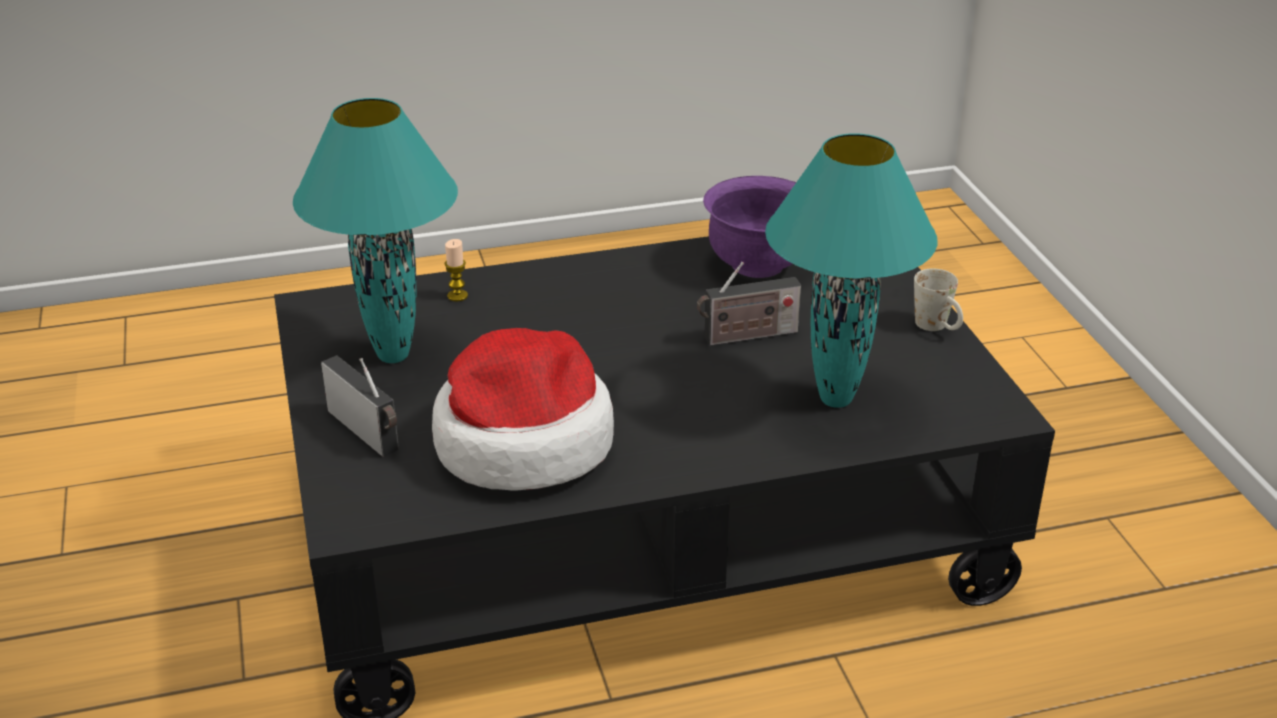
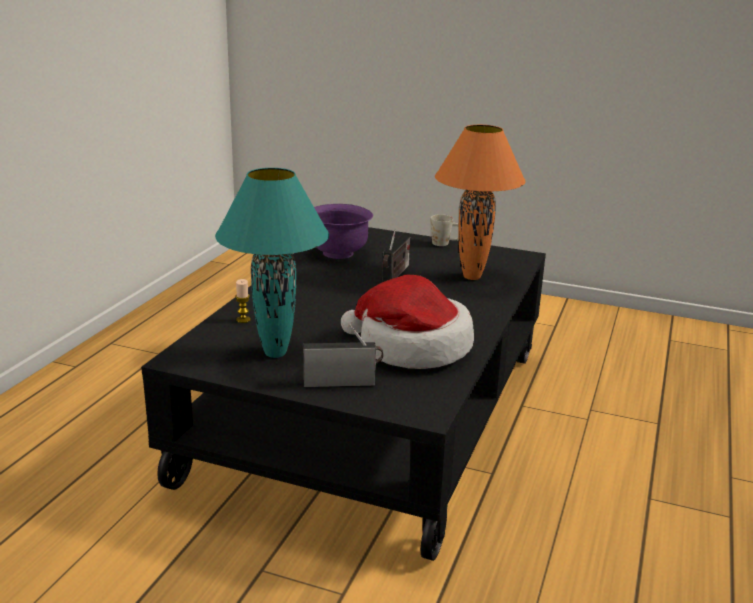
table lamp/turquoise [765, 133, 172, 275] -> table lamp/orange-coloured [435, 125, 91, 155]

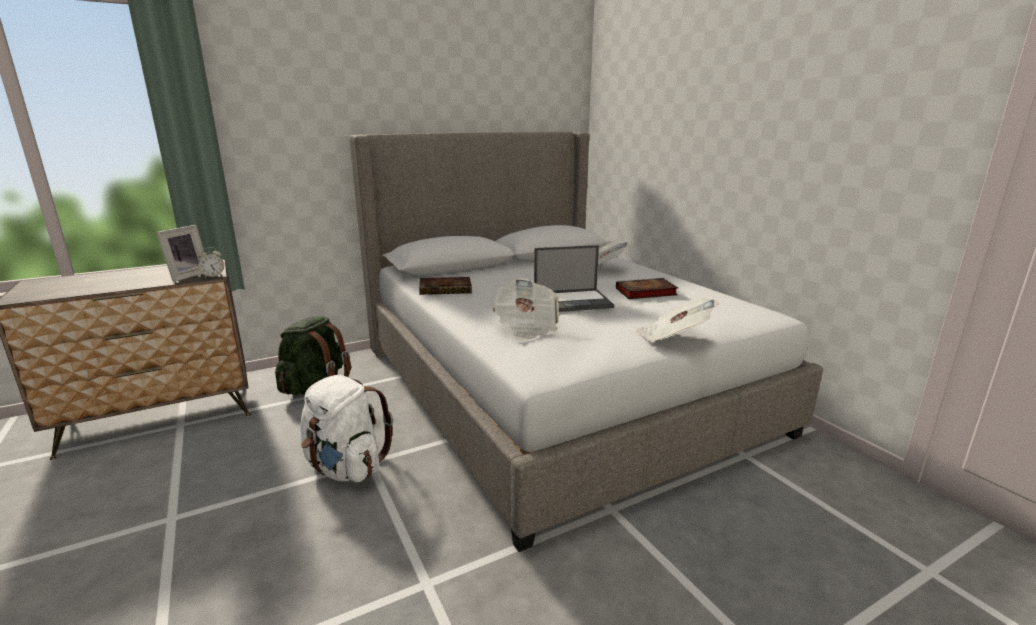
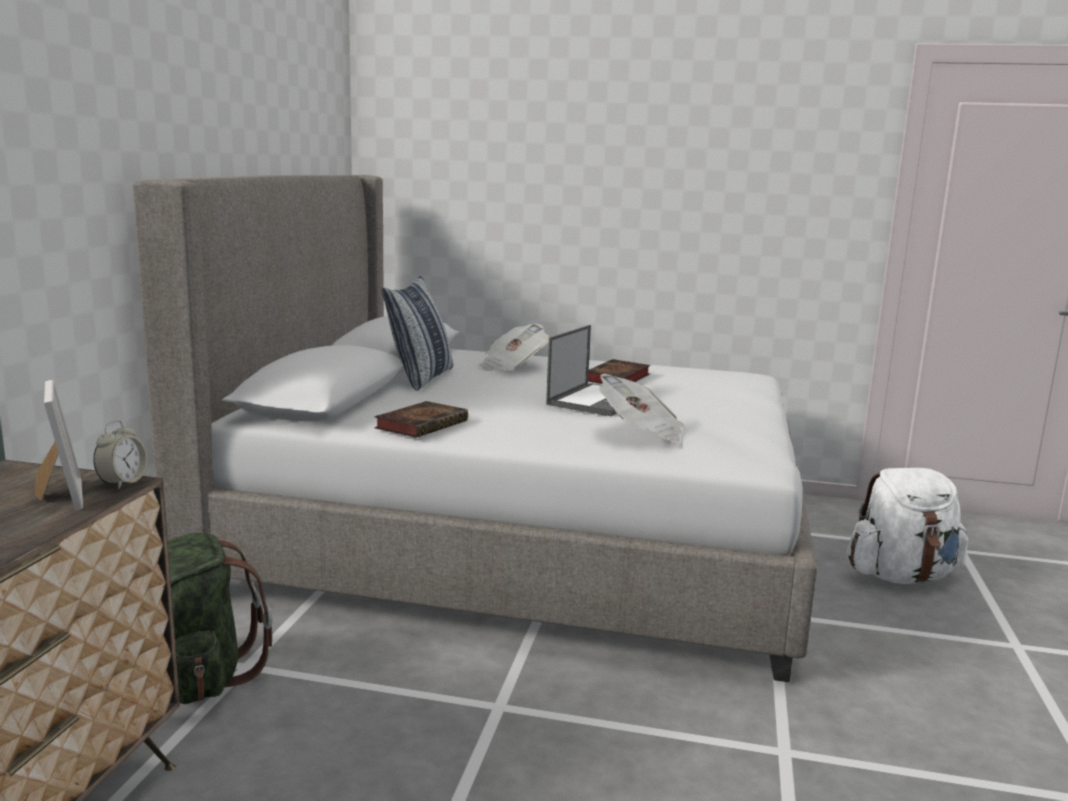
printed paper [636, 298, 83, 45] -> none
none -> cushion [381, 276, 72, 115]
backpack/white [300, 375, 93, 107] -> backpack/white [847, 468, 121, 116], moved

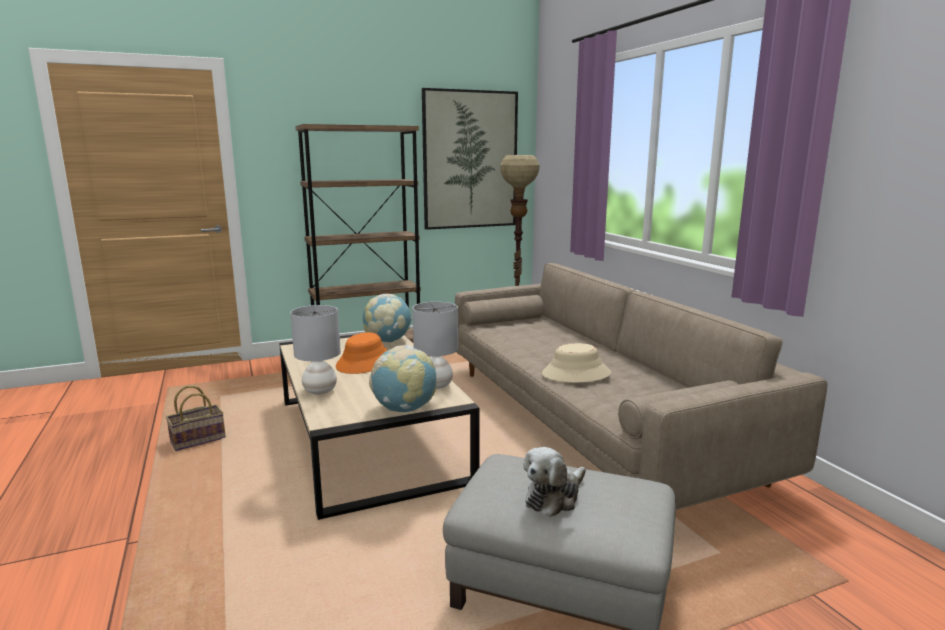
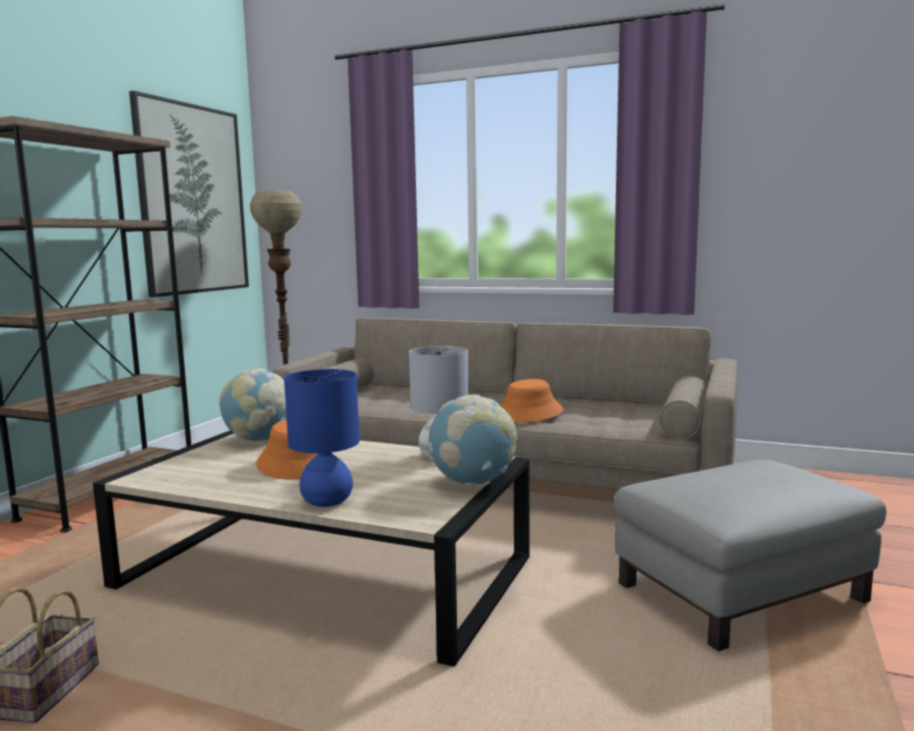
plush toy [523, 447, 63, 70] -> none
table lamp/greyish [290, 305, 51, 89] -> table lamp/blue [284, 369, 75, 138]
clothing hat/sand-coloured [542, 343, 69, 40] -> clothing hat/orange-coloured [501, 379, 62, 44]

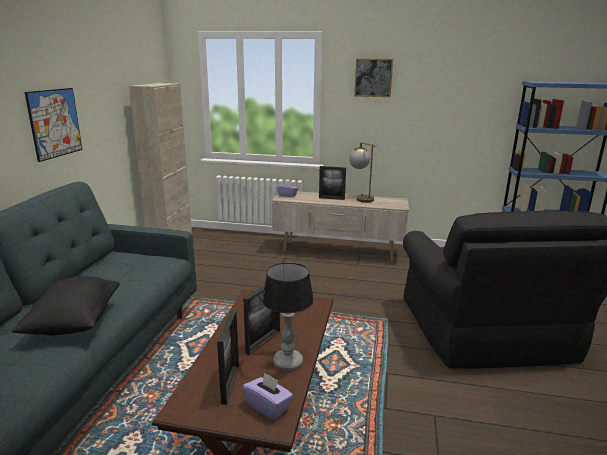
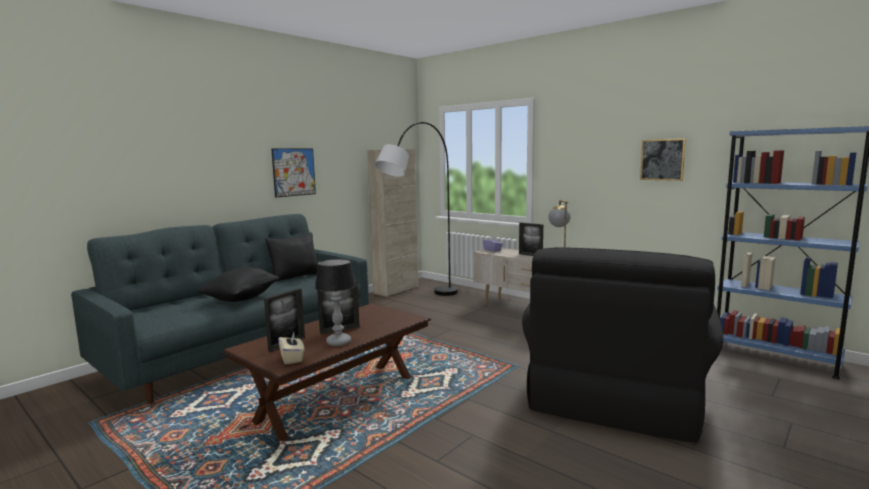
none -> cushion/blackish [265, 232, 53, 50]
none -> standard lamp/greyish [375, 122, 83, 174]
wall picture [354, 58, 39, 39] -> wall picture [640, 139, 46, 42], moved
tissue box/purple-coloured [243, 372, 50, 48] -> tissue box/sand-coloured [278, 332, 26, 32]

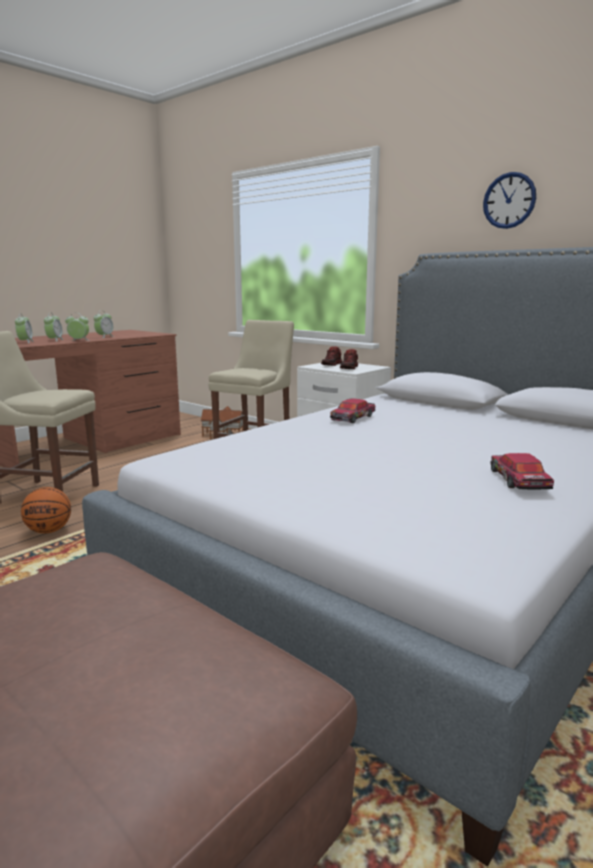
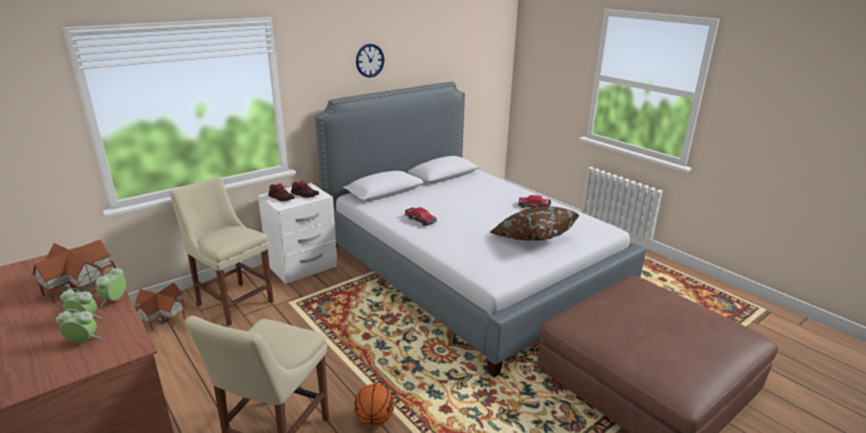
none -> cushion/brown-coloured [490, 206, 90, 35]
table clock [94, 310, 20, 28] -> toy house [32, 240, 80, 63]

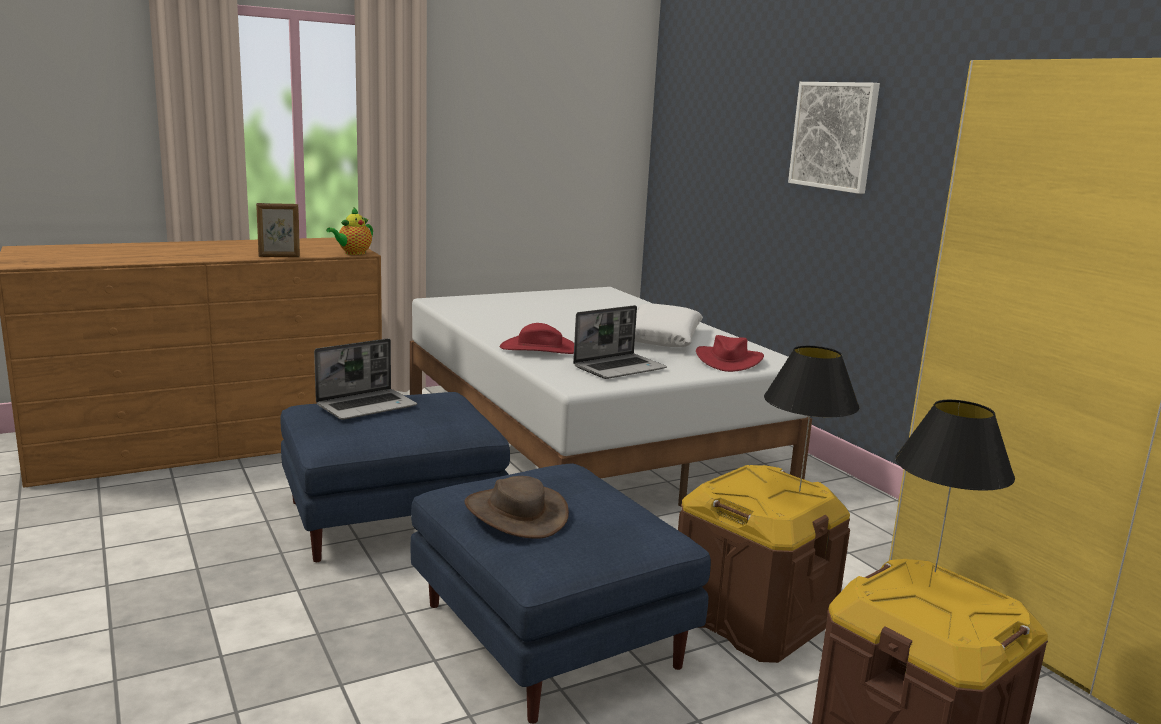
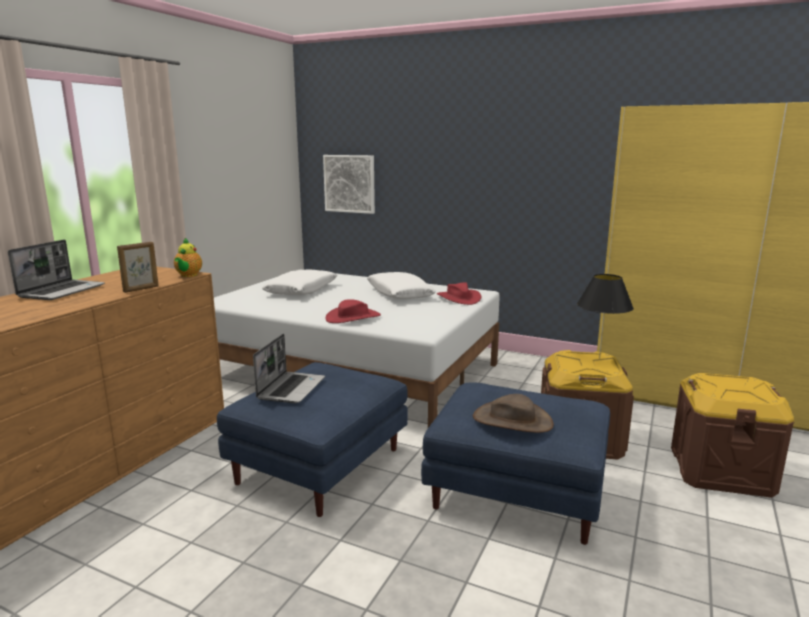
table lamp/blackish [895, 400, 120, 172] -> none
none -> cushion/white [262, 269, 75, 26]
portable computer [573, 305, 94, 74] -> portable computer [8, 240, 97, 60], moved
wall picture [788, 82, 92, 112] -> wall picture [323, 155, 52, 59], moved

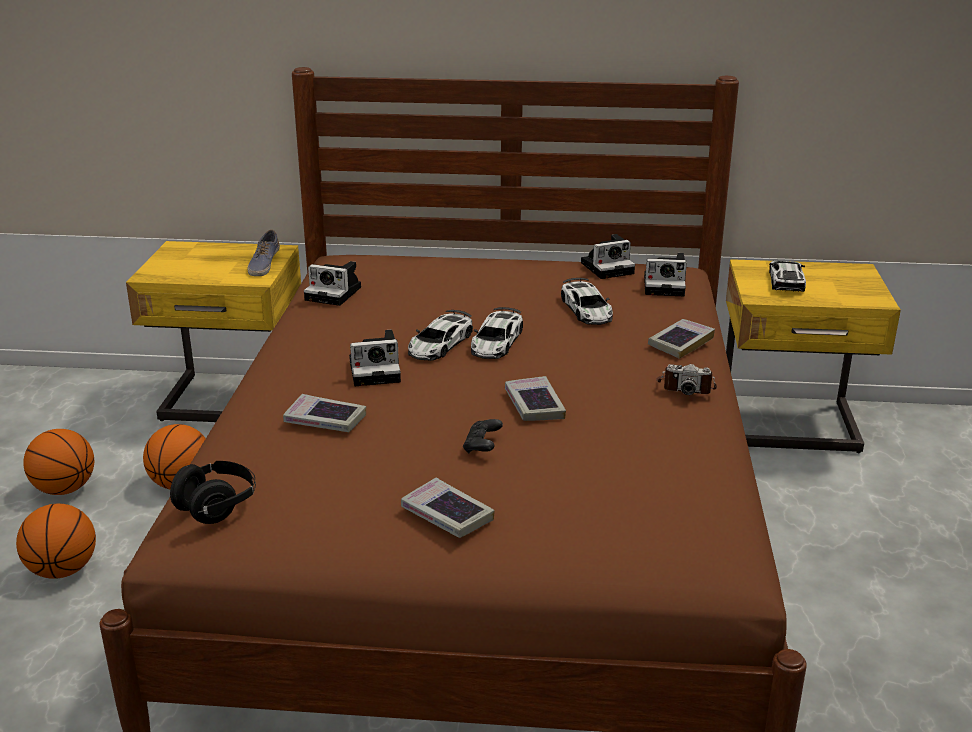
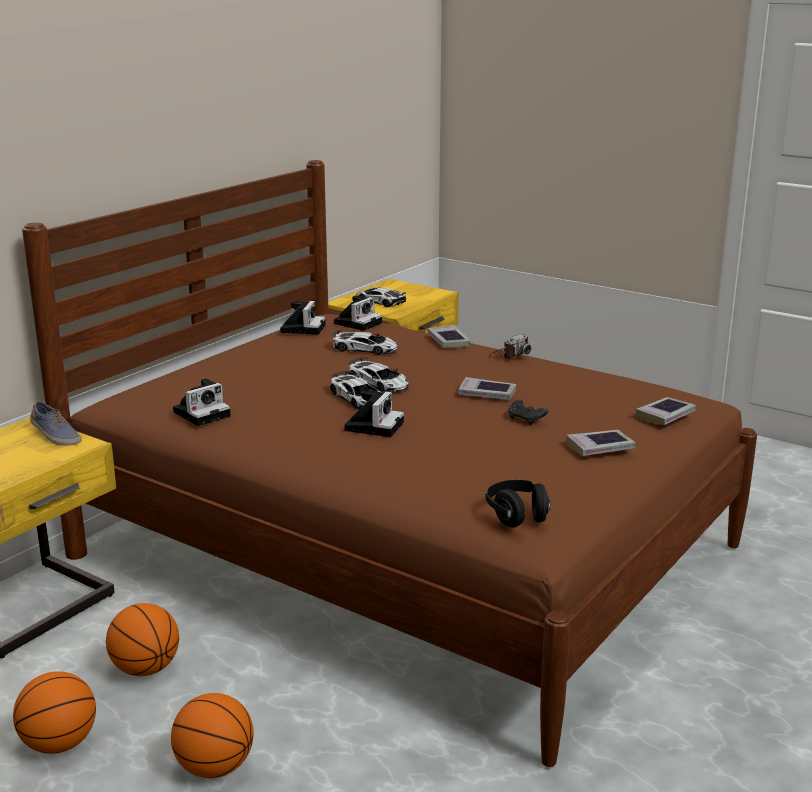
bound book [283, 394, 83, 38] -> bound book [636, 397, 60, 28], moved

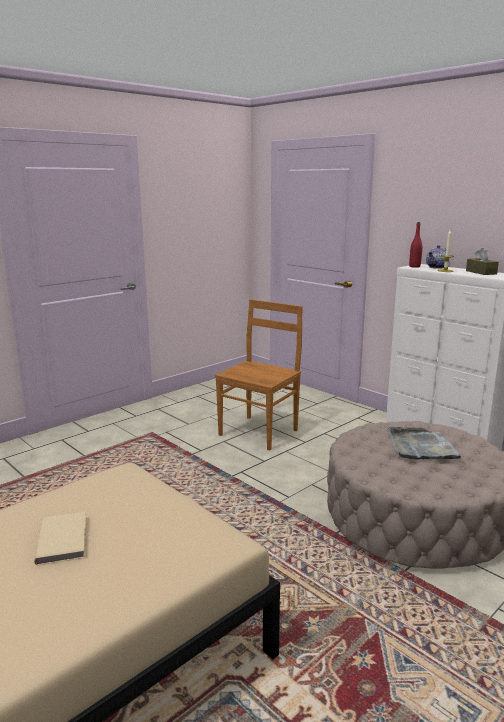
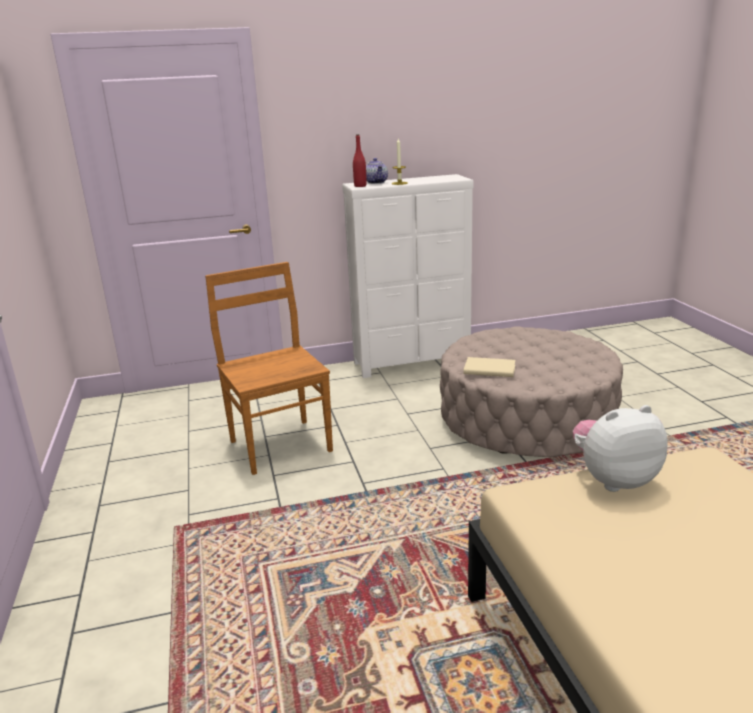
serving tray/greyish [387, 427, 77, 33] -> none
tissue box/brown-coloured [466, 248, 33, 27] -> none
none -> plush toy [573, 405, 95, 87]
bound book/sand-coloured [34, 512, 52, 53] -> bound book/sand-coloured [464, 357, 51, 20], moved

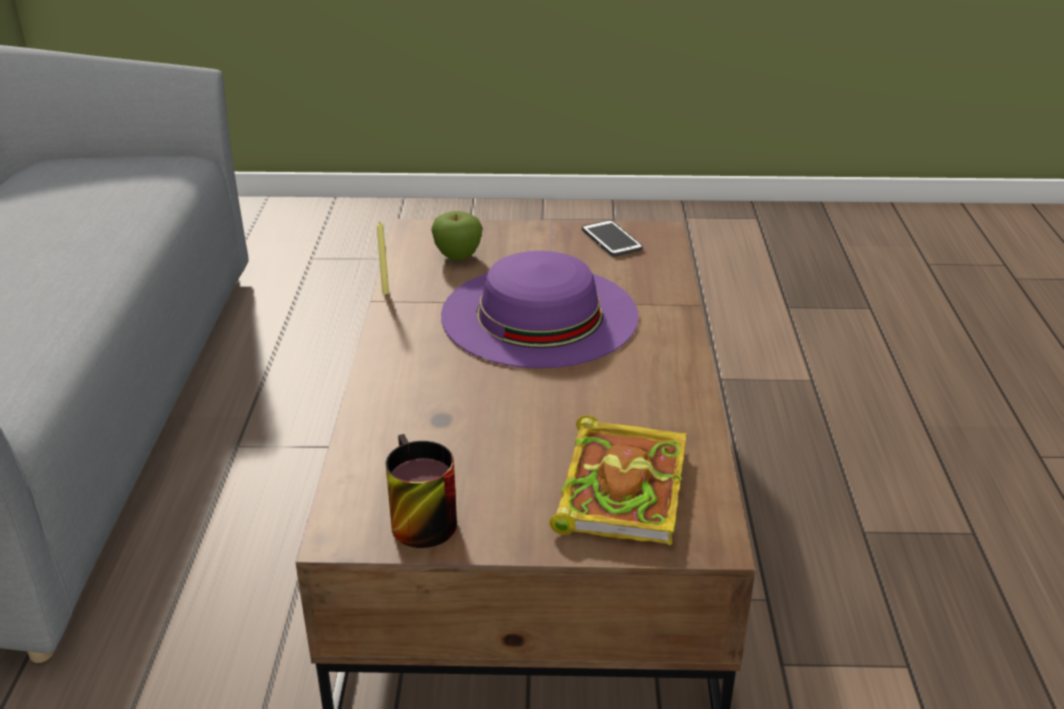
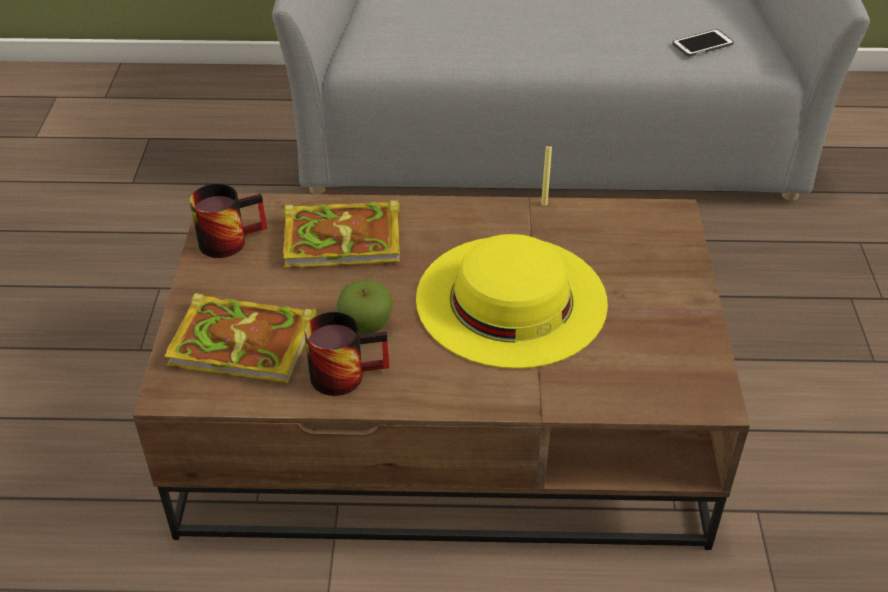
none -> bound book [283, 199, 117, 69]
none -> coffee mug [305, 312, 84, 84]
apple fruit [431, 211, 52, 50] -> apple fruit [337, 280, 56, 54], moved
telephone [582, 220, 61, 36] -> telephone [672, 29, 62, 28], moved
clothing hat/purple-coloured [441, 251, 197, 117] -> clothing hat/yellow-coloured [416, 234, 192, 135]

